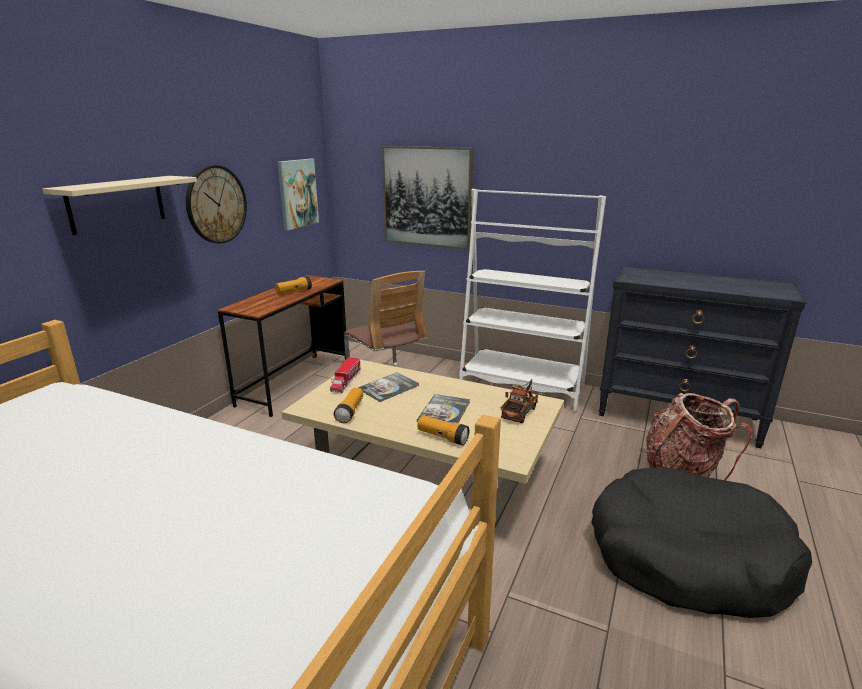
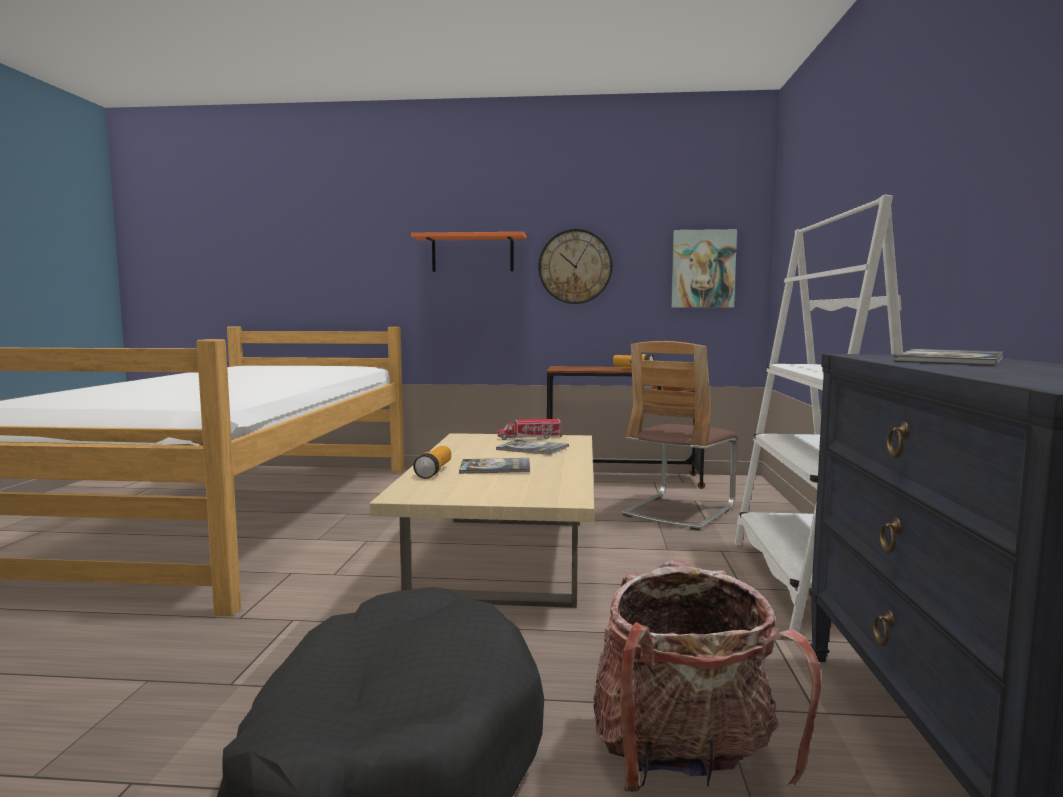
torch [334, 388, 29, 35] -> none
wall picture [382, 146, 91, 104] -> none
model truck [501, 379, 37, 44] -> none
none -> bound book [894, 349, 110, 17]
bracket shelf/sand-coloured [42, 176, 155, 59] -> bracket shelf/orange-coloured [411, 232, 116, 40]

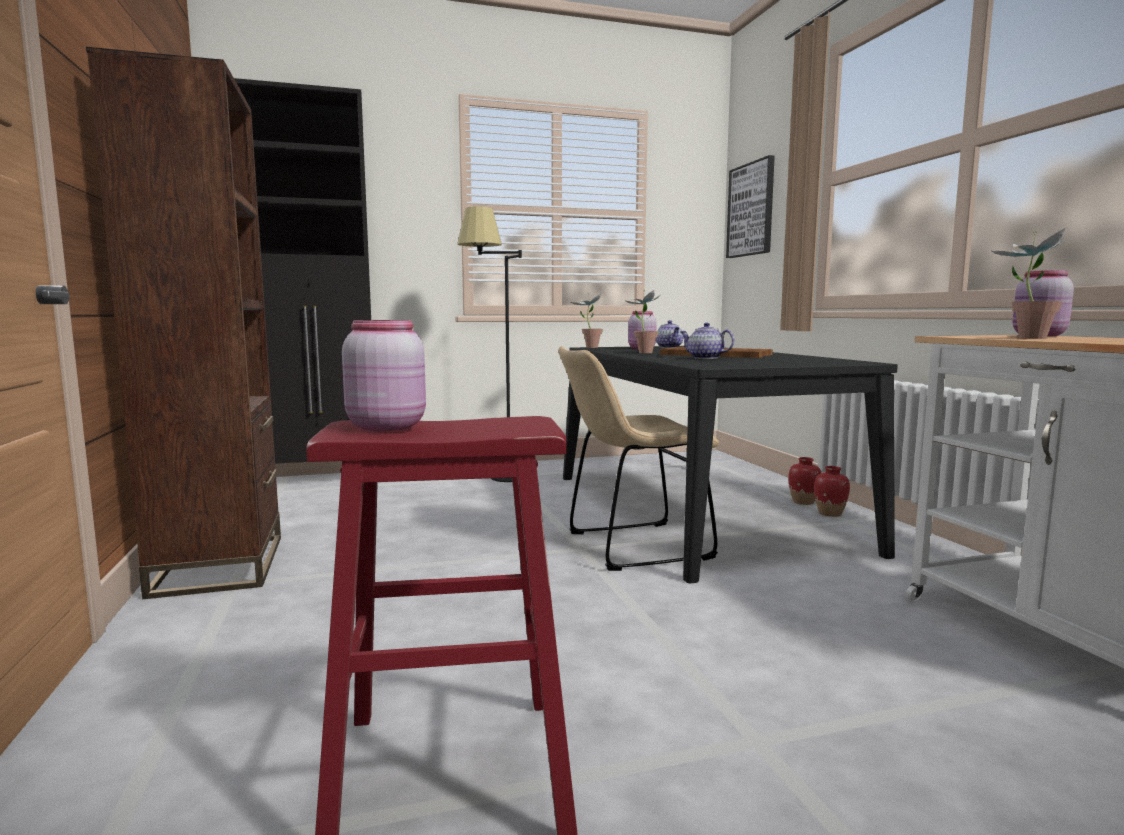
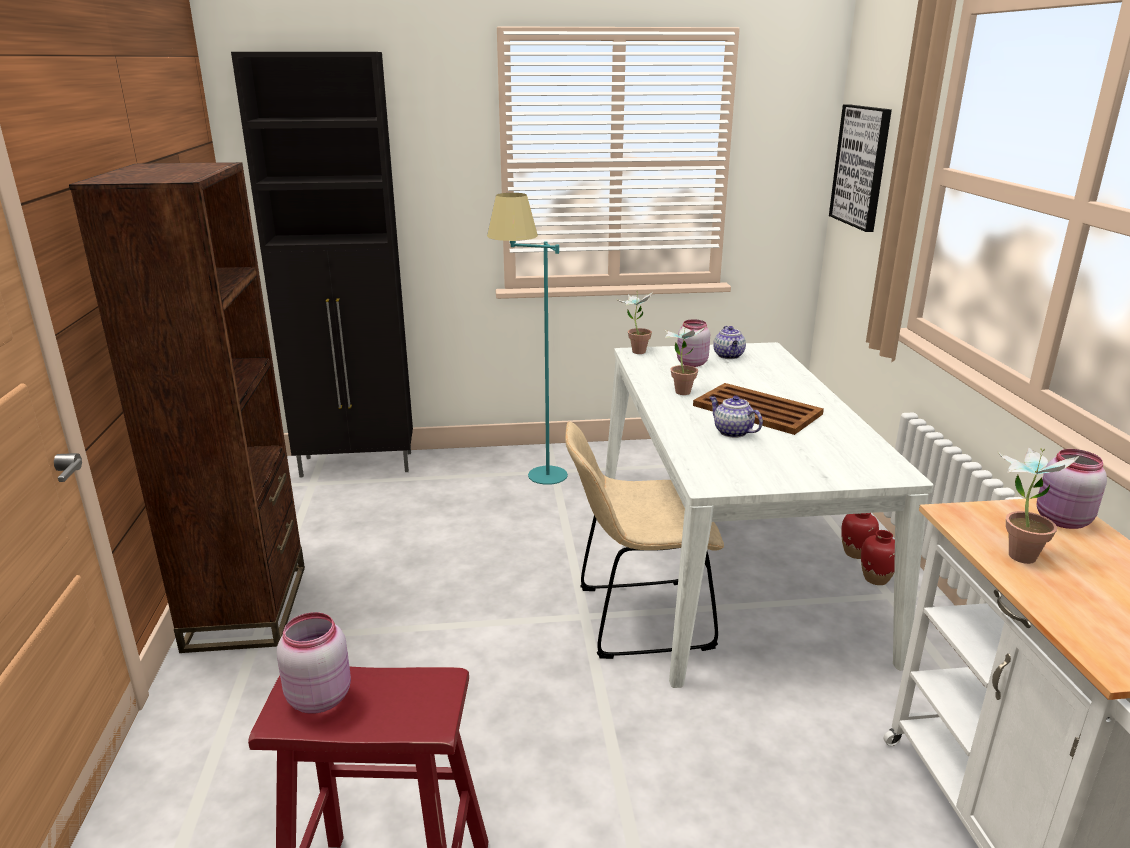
standard lamp/blackish [457, 206, 65, 276] -> standard lamp/turquoise [487, 193, 81, 292]
dining table/blackish [563, 346, 335, 237] -> dining table/white [605, 342, 329, 346]

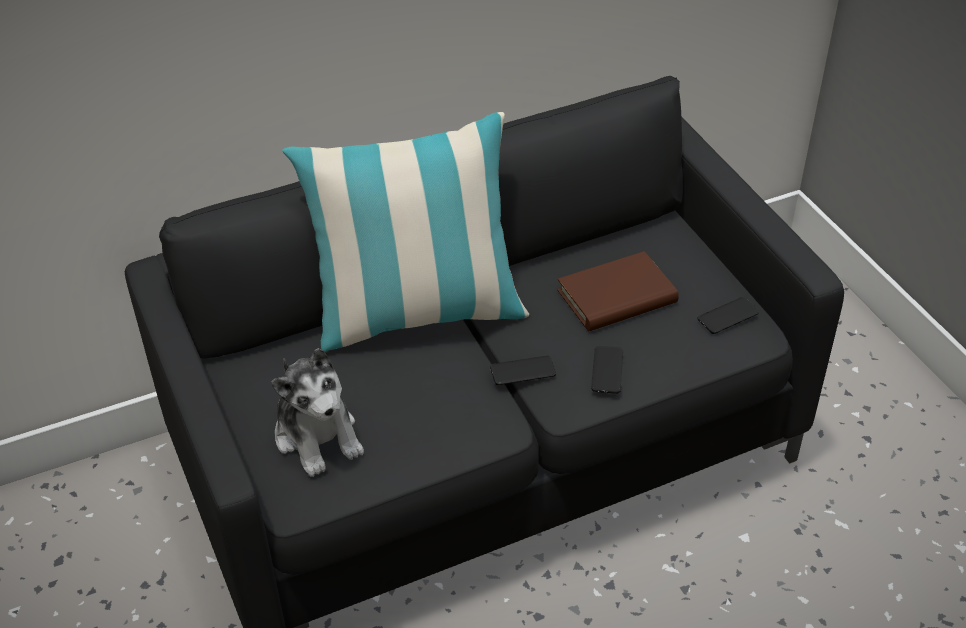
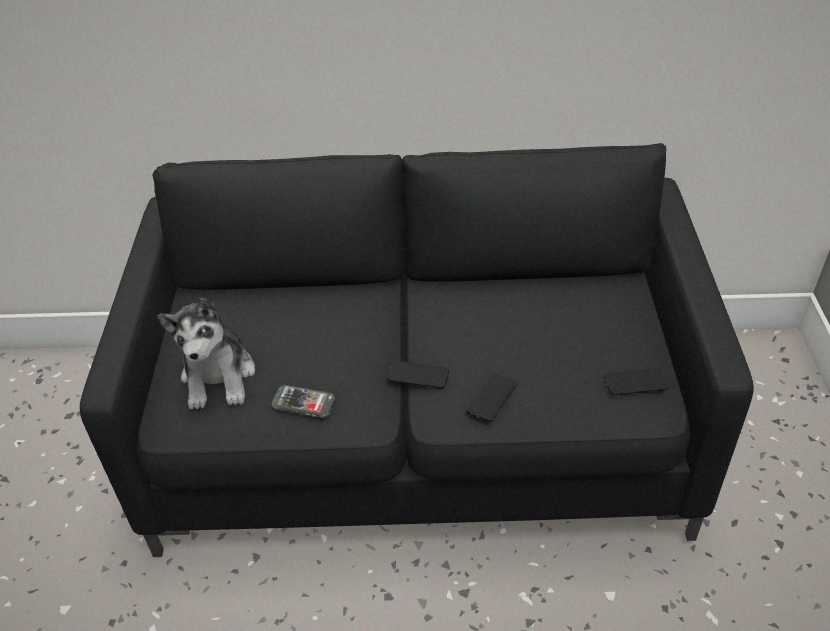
cushion [282, 112, 247, 240] -> none
bound book/brown-coloured [557, 251, 122, 80] -> none
none -> telephone [272, 385, 63, 33]

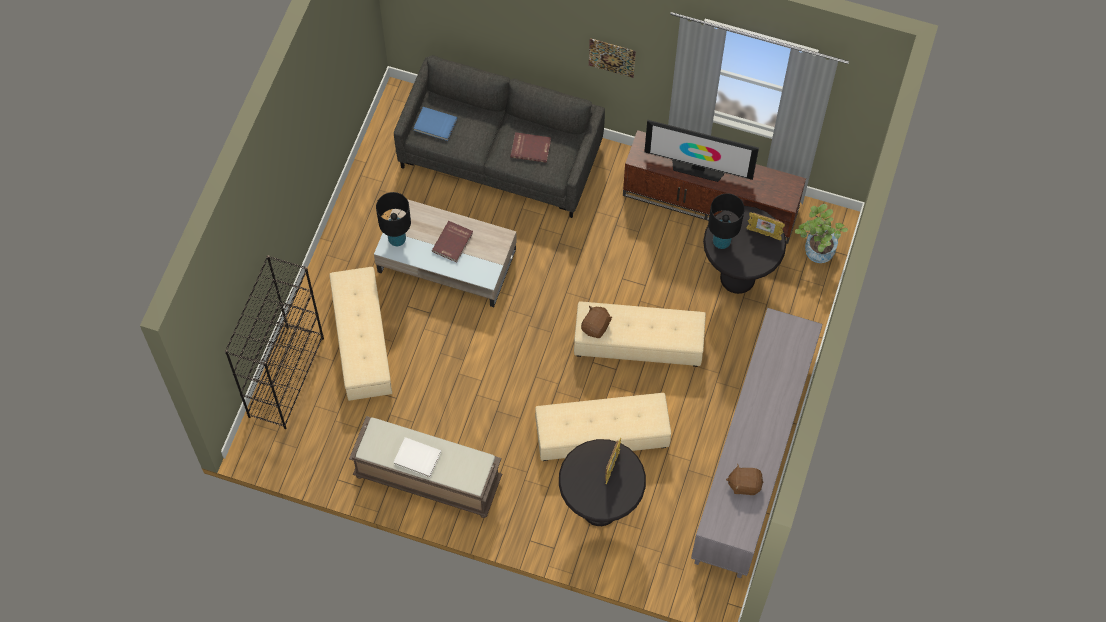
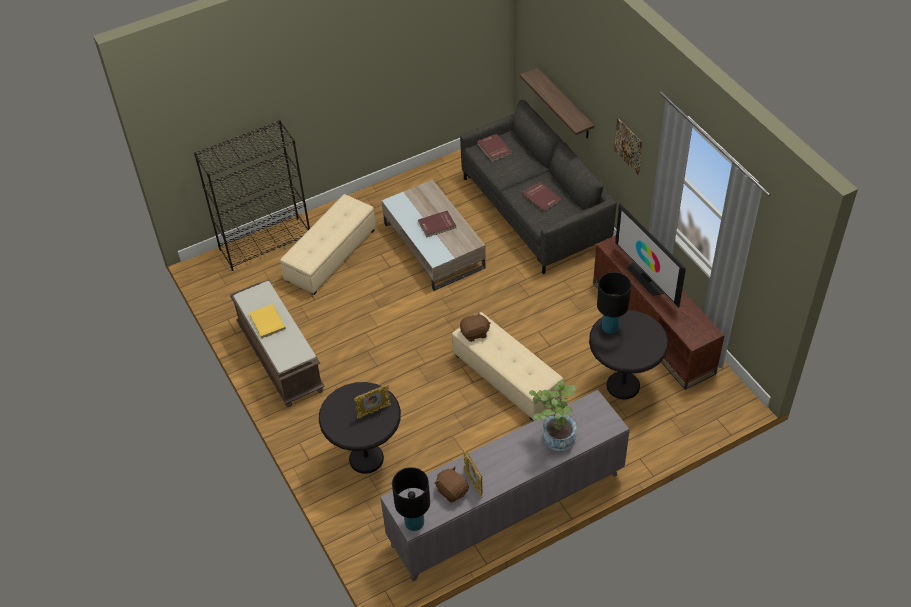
footrest/sand-coloured [535, 393, 136, 68] -> none
none -> bracket shelf [520, 68, 74, 71]
table lamp/blackish [376, 192, 35, 54] -> table lamp/blackish [392, 467, 38, 64], moved
standing frame [746, 212, 39, 28] -> standing frame [463, 450, 20, 48], moved
plant in a pot [795, 204, 53, 59] -> plant in a pot [529, 381, 48, 70], moved
bound book/white [393, 437, 48, 40] -> bound book/yellow-coloured [249, 304, 37, 35]
bound book/blue [413, 107, 44, 34] -> bound book/red [477, 134, 35, 28]

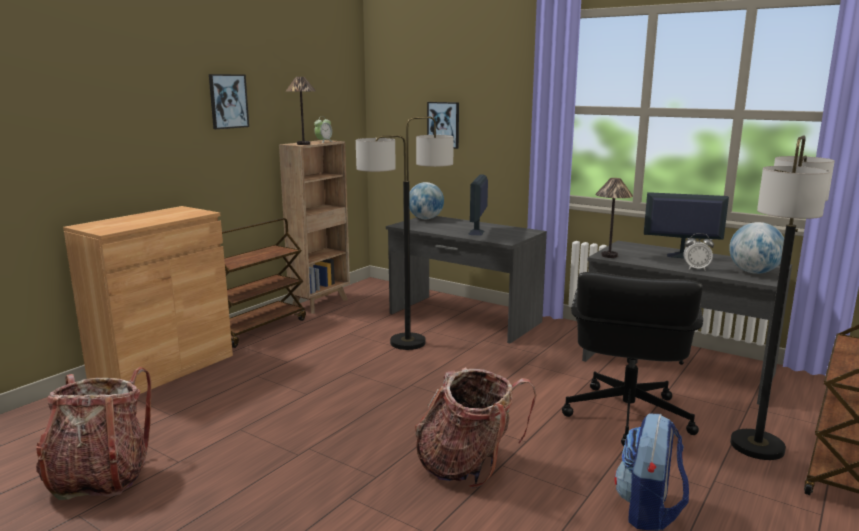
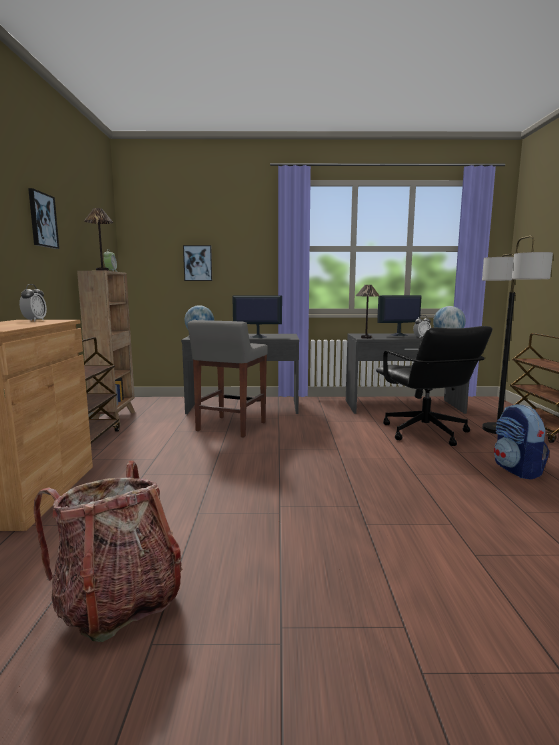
backpack [415, 367, 121, 121] -> none
none -> table clock [19, 284, 28, 37]
standard lamp [356, 116, 98, 234] -> stool seat/greyish [187, 320, 81, 117]
monitor [469, 174, 19, 62] -> monitor [232, 295, 50, 43], 120 degrees clockwise

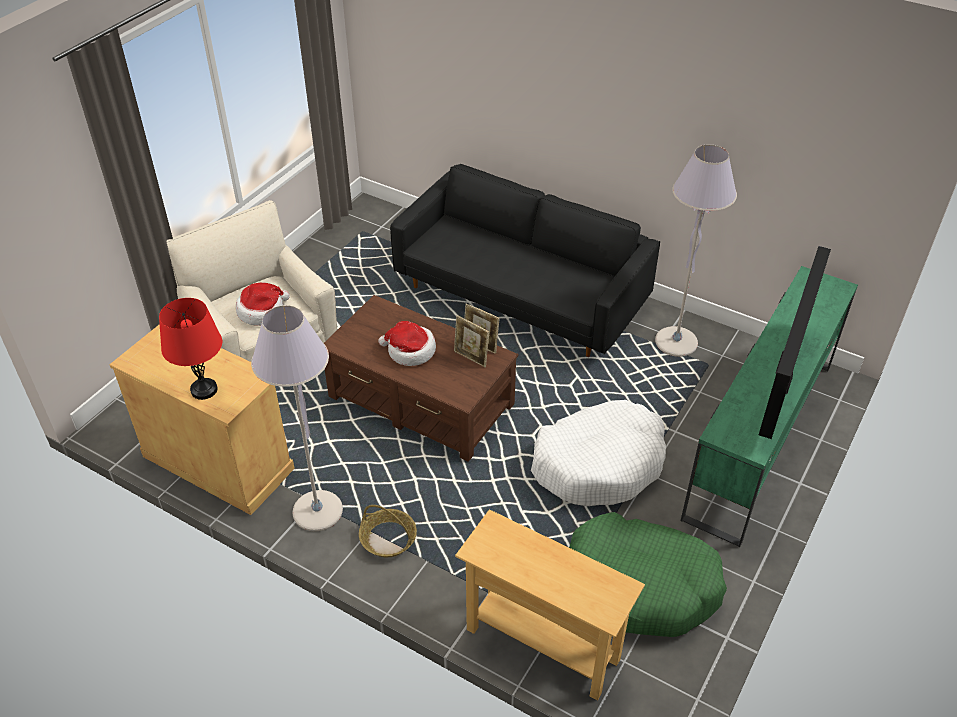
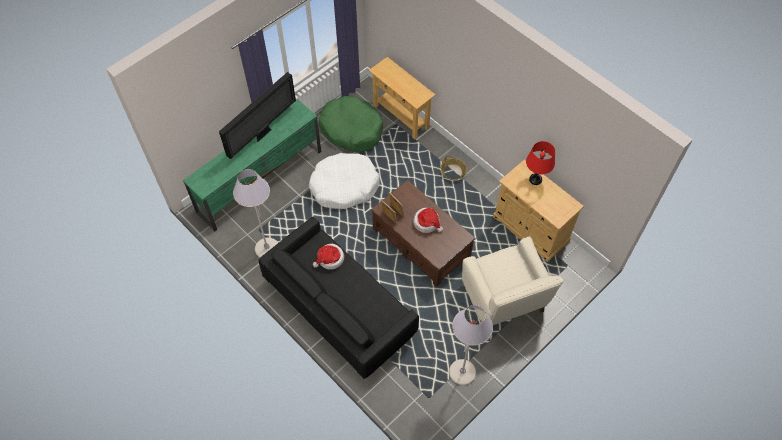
clothing hat [236, 283, 54, 43] -> clothing hat [313, 244, 31, 26], moved
standard lamp/greyish [251, 305, 92, 226] -> standard lamp/greyish [449, 305, 44, 80], moved

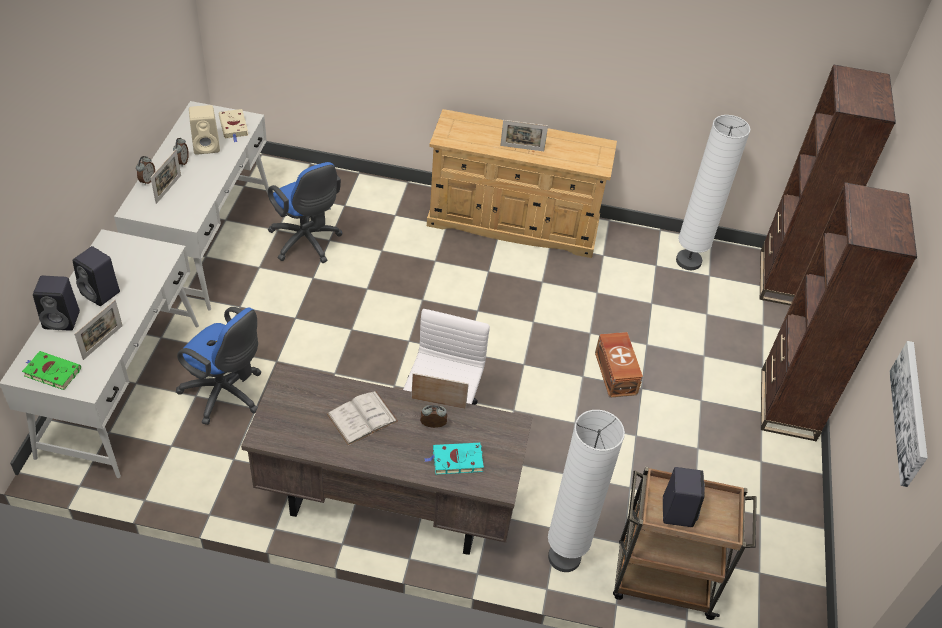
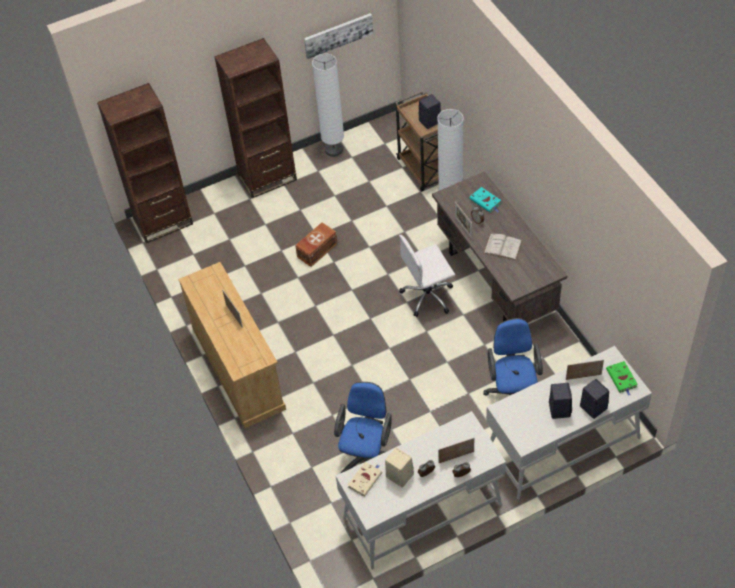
standard lamp/white [676, 115, 74, 155] -> standard lamp/white [312, 53, 32, 104], moved

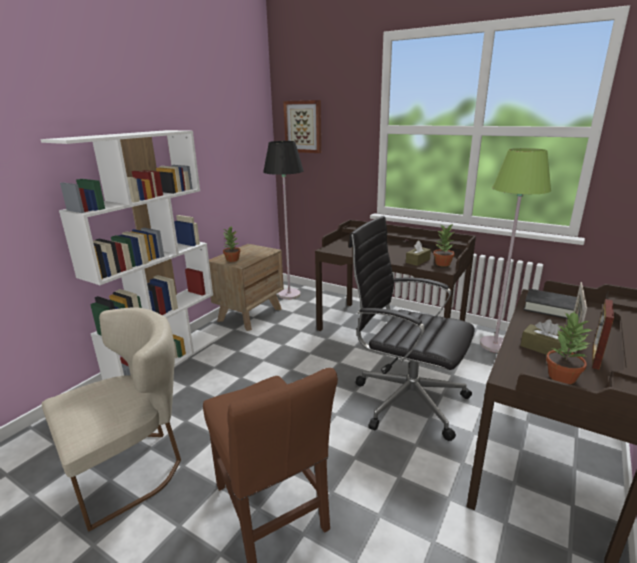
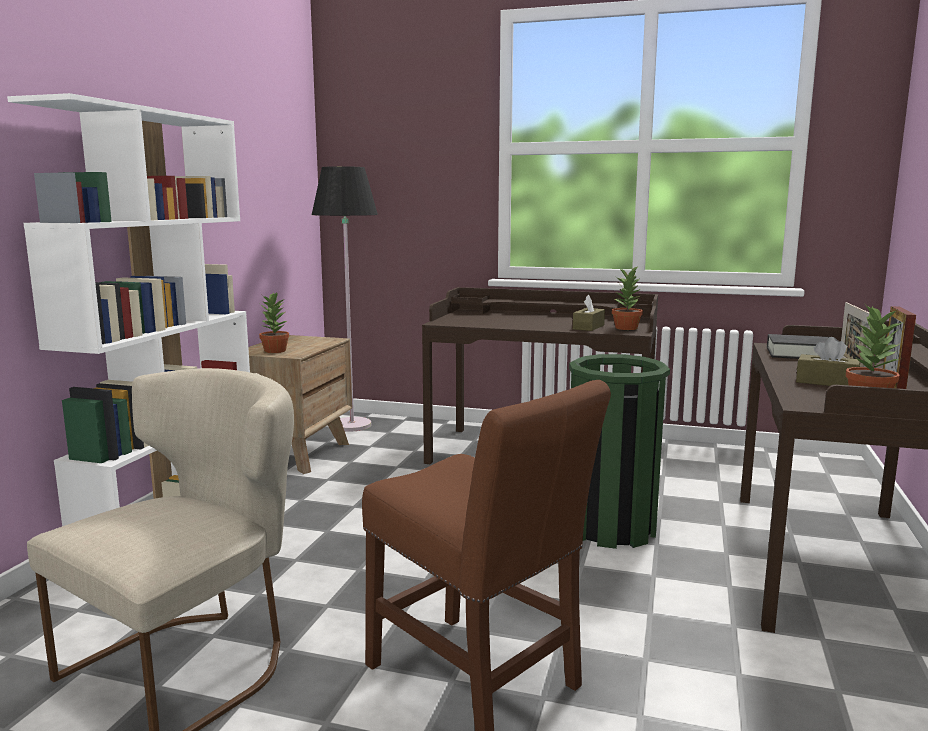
wall picture [283, 100, 38, 53] -> none
standard lamp/greenish [480, 148, 71, 205] -> none
office chair/blackish [349, 216, 126, 225] -> trash can/greenish [569, 354, 101, 195]

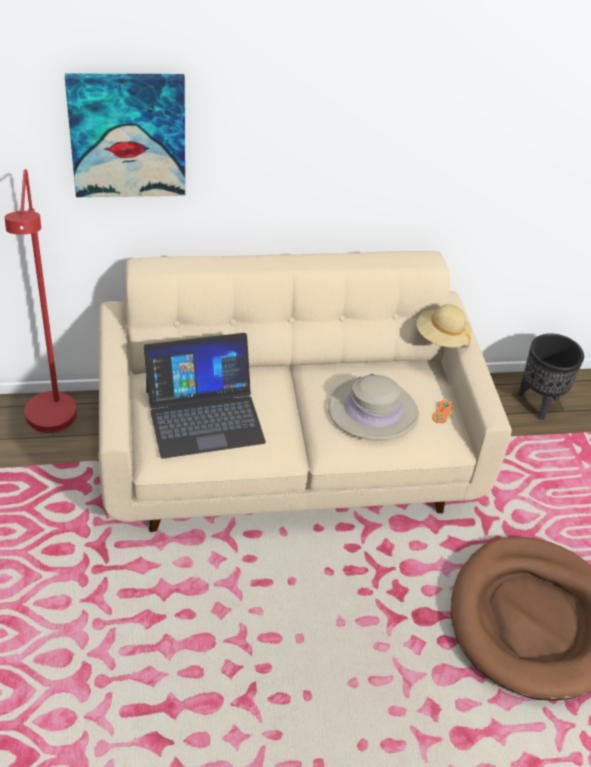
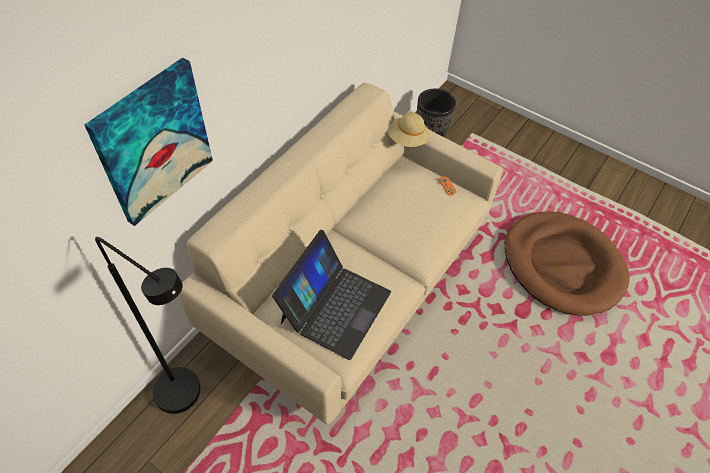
clothing hat/sand-coloured [328, 374, 91, 66] -> none
standard lamp/red [5, 169, 72, 264] -> standard lamp/blackish [95, 237, 106, 177]

